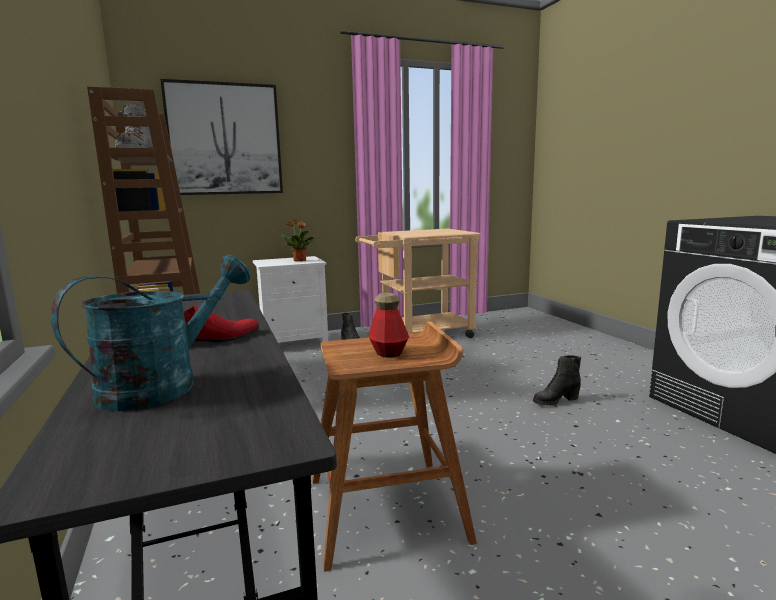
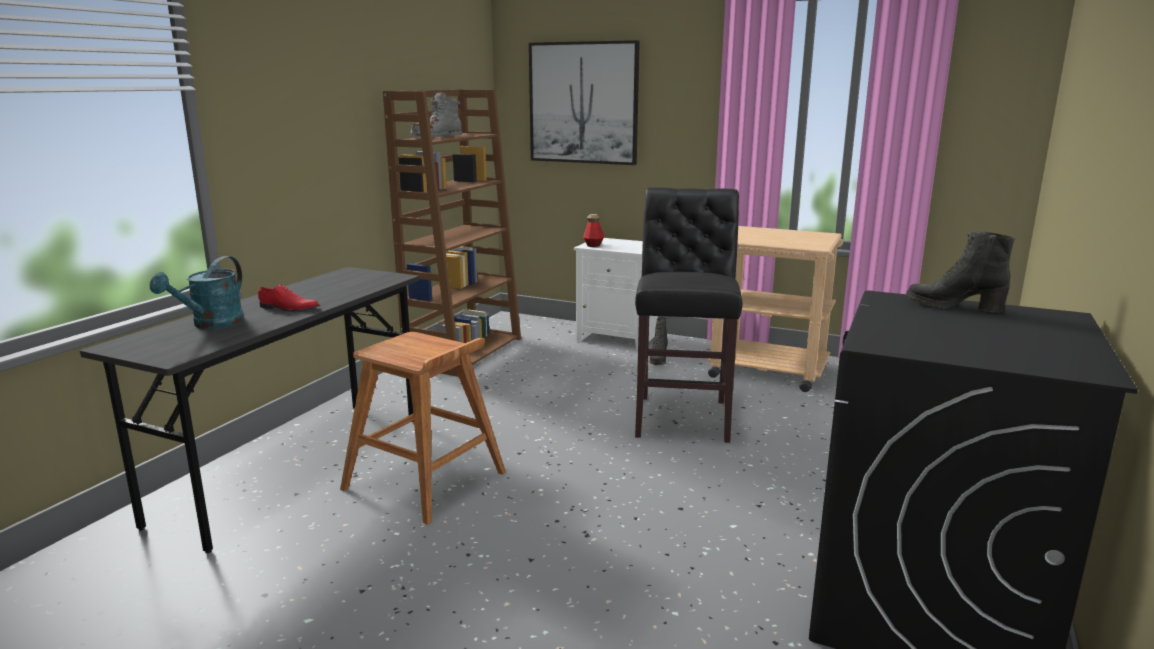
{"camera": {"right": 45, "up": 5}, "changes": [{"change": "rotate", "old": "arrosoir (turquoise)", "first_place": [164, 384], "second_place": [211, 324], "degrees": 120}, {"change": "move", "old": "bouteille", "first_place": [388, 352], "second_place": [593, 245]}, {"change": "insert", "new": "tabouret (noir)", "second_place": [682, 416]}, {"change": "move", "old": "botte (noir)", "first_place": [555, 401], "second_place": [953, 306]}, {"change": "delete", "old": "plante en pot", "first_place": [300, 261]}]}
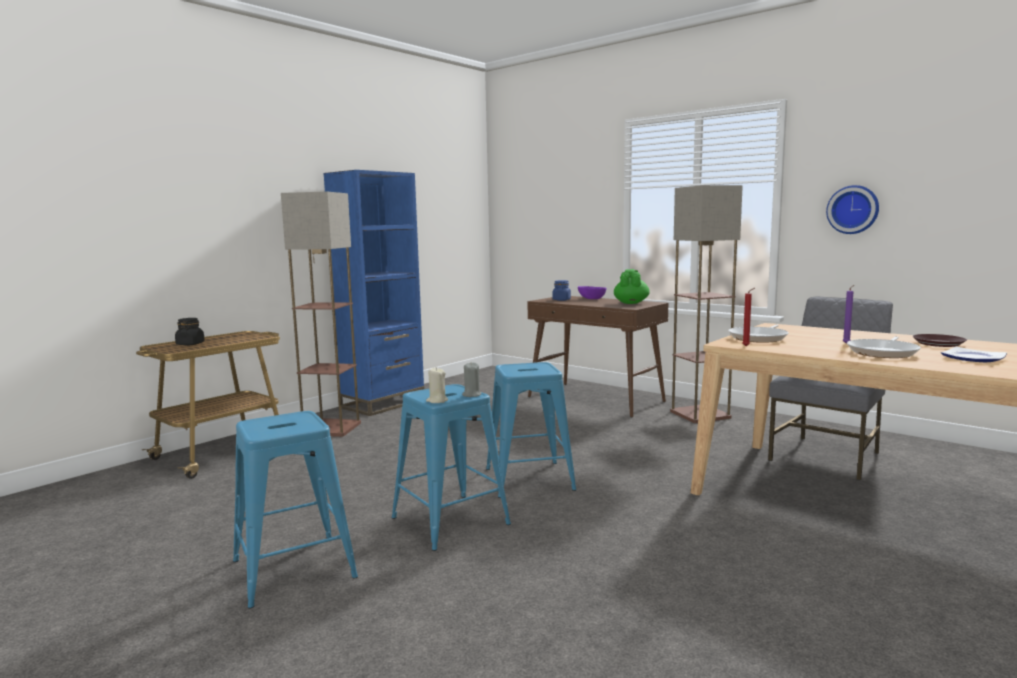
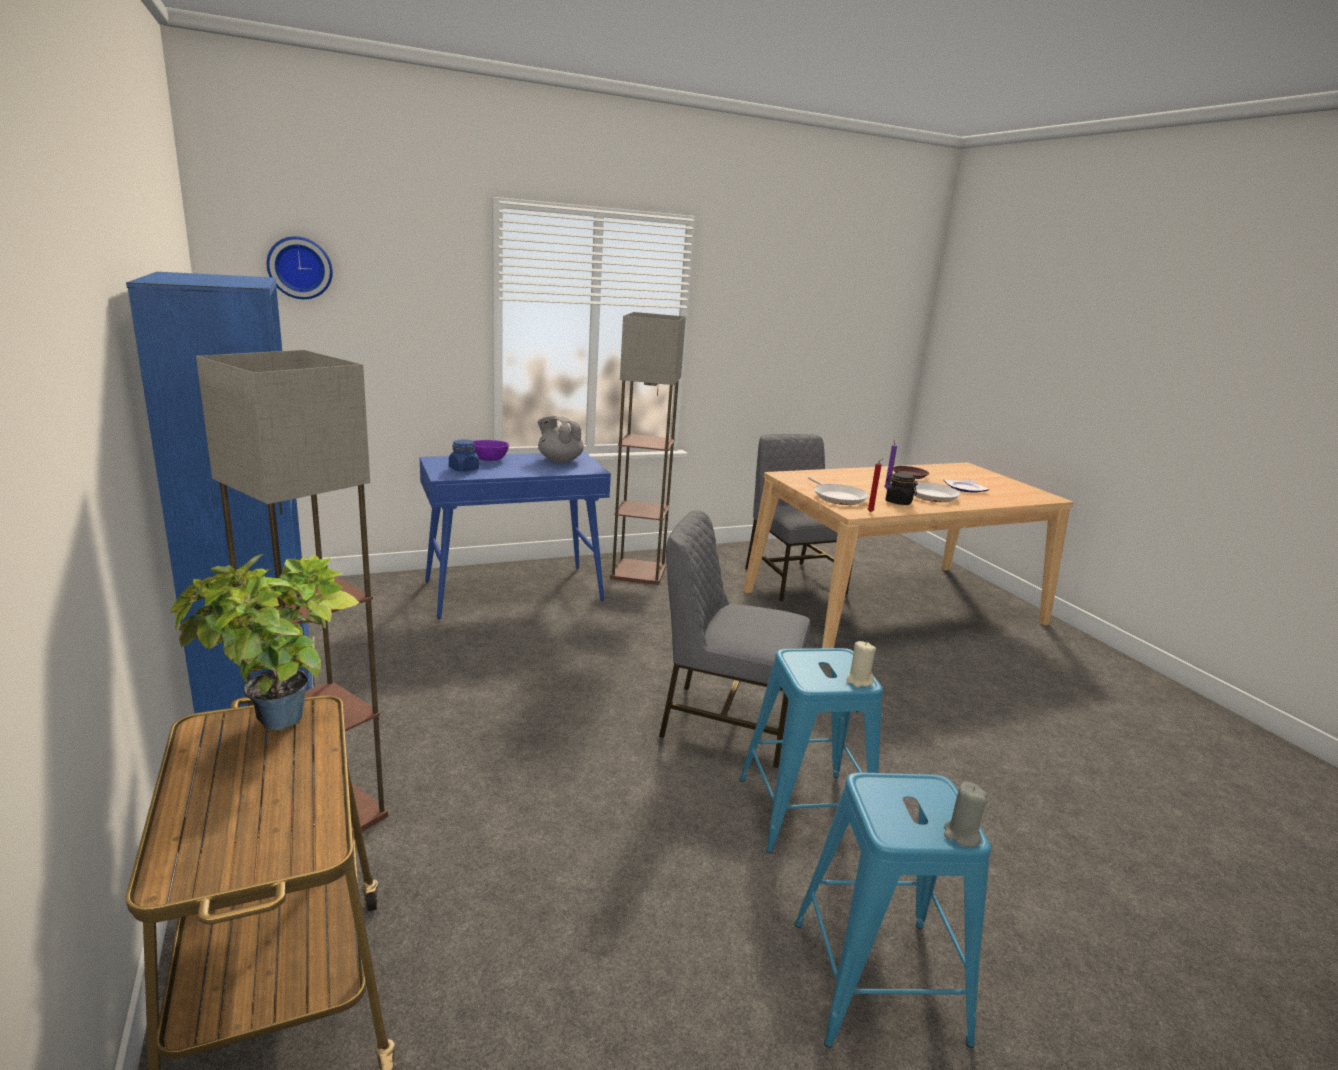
{"camera": {"right": -65, "up": 10}, "changes": [{"change": "insert", "new": "plante en pot", "second_place": [277, 726]}, {"change": "move", "old": "horloge murale", "first_place": [853, 209], "second_place": [300, 267]}, {"change": "recolor", "old": "table console (marron)", "new": "table console (bleu)", "first_place": [596, 399], "second_place": [515, 591]}, {"change": "recolor", "old": "théière (vert)", "new": "théière (gris)", "first_place": [631, 303], "second_place": [559, 460]}, {"change": "replace", "old": "tabouret (bleu)", "new": "chaise (gris)", "first_place": [529, 479], "second_place": [725, 722]}, {"change": "move", "old": "bocal (noir)", "first_place": [190, 344], "second_place": [898, 502]}, {"change": "move", "old": "bougie (gris)", "first_place": [471, 394], "second_place": [961, 835]}]}
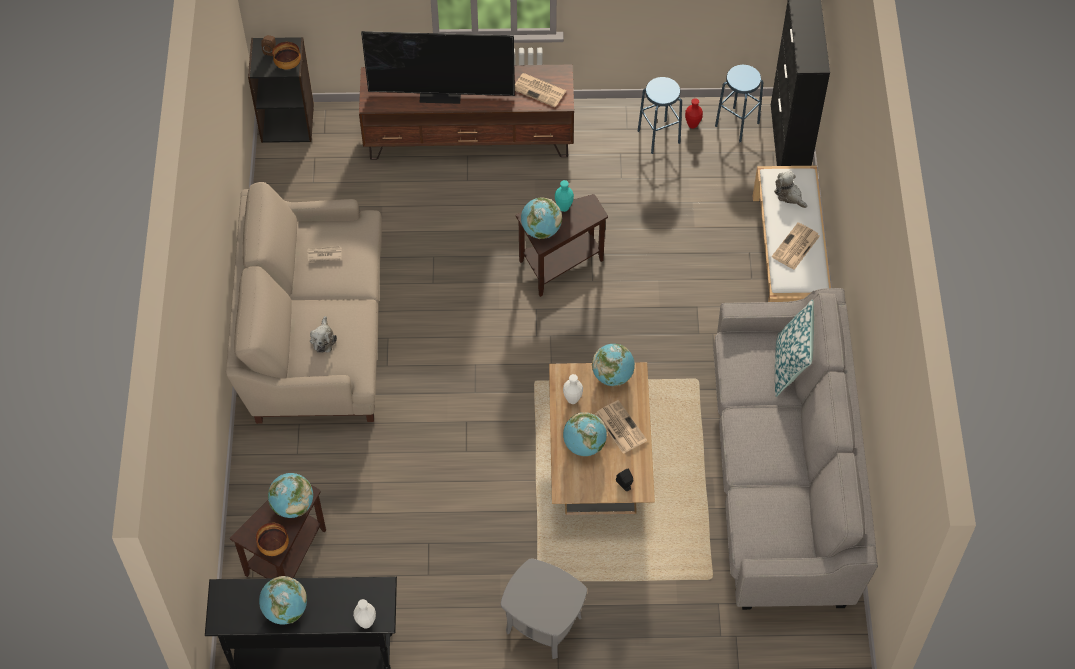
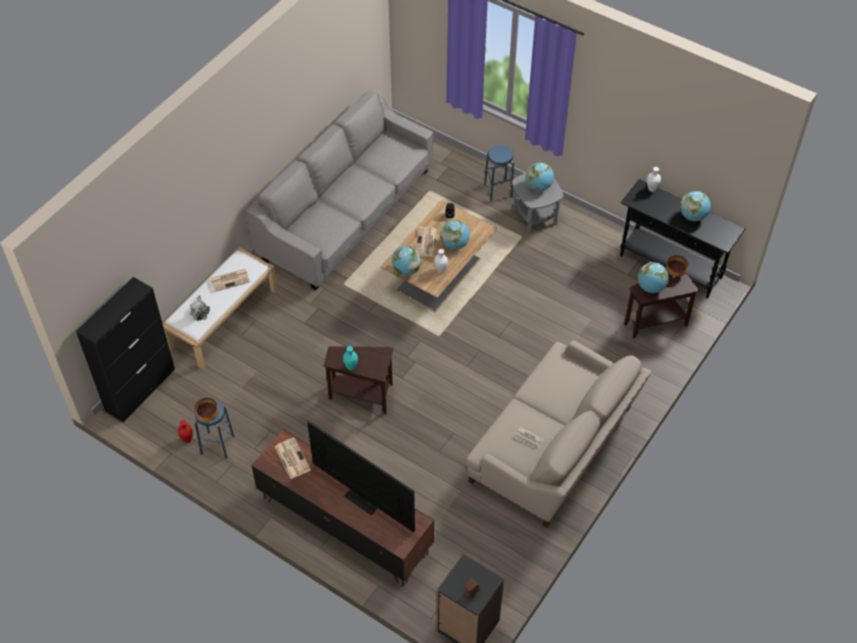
{"camera": {"right": -145, "up": -5}, "changes": [{"change": "move", "old": "bol", "first_place": [288, 65], "second_place": [208, 416]}, {"change": "move", "old": "tabouret (bleu)", "first_place": [737, 124], "second_place": [498, 191]}, {"change": "move", "old": "globe", "first_place": [541, 230], "second_place": [538, 186]}, {"change": "delete", "old": "peluche", "first_place": [323, 339]}, {"change": "delete", "old": "coussin", "first_place": [790, 366]}]}
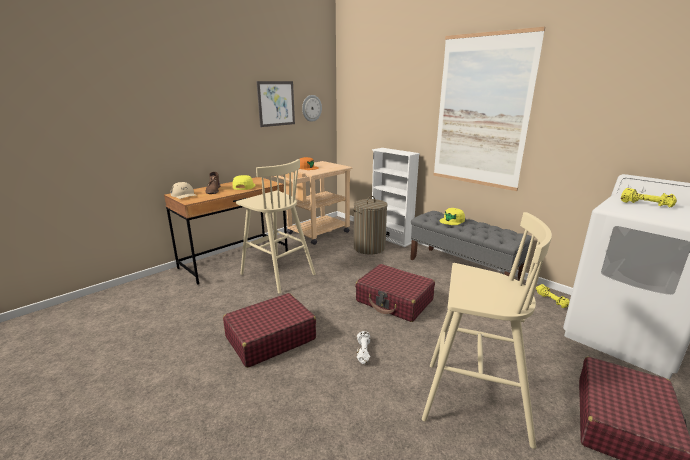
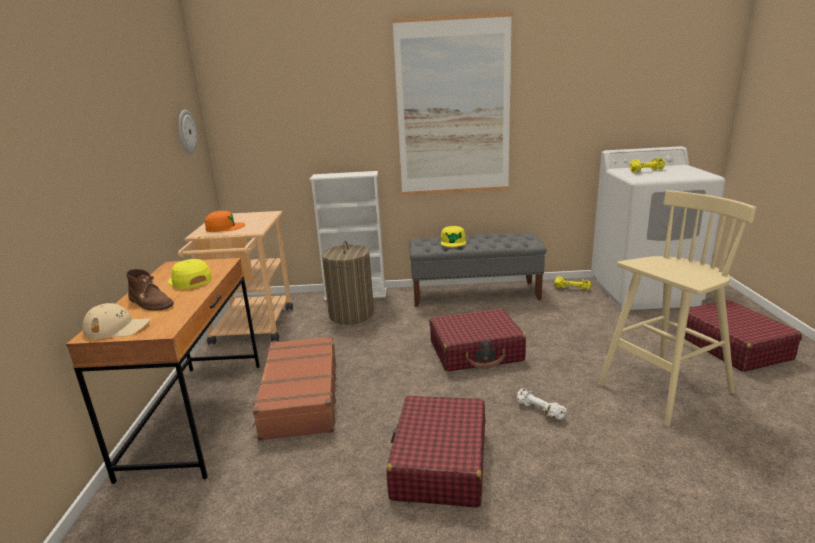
{"camera": {"right": -45, "up": 0}, "changes": [{"change": "replace", "old": "tabouret (beige)", "new": "valise (marron)", "first_place": [276, 274], "second_place": [300, 397]}, {"change": "delete", "old": "tableau", "first_place": [276, 103]}]}
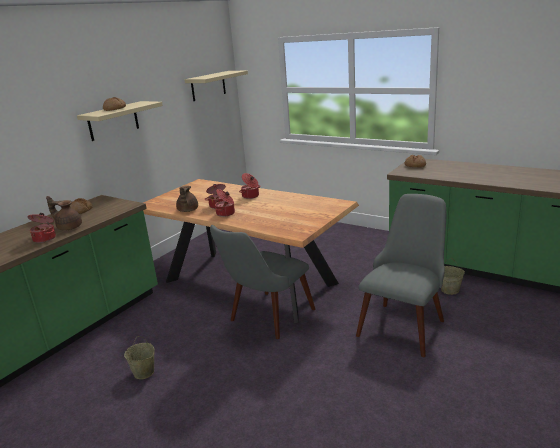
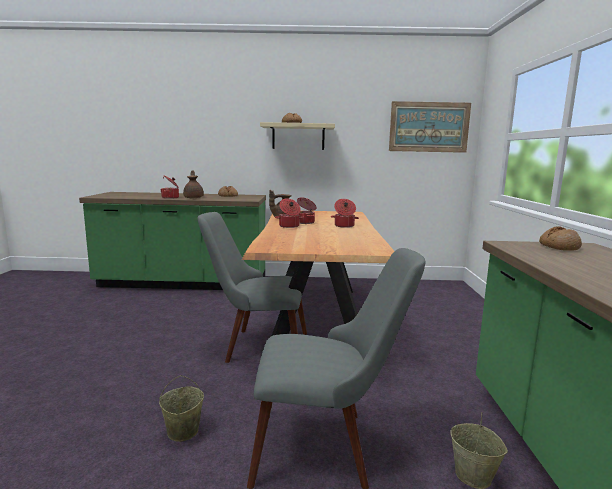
{"camera": {"right": 55, "up": -10}, "changes": [{"change": "move", "old": "seau (beige)", "first_place": [144, 372], "second_place": [183, 432]}, {"change": "replace", "old": "étagère (beige)", "new": "tableau", "first_place": [208, 86], "second_place": [429, 127]}]}
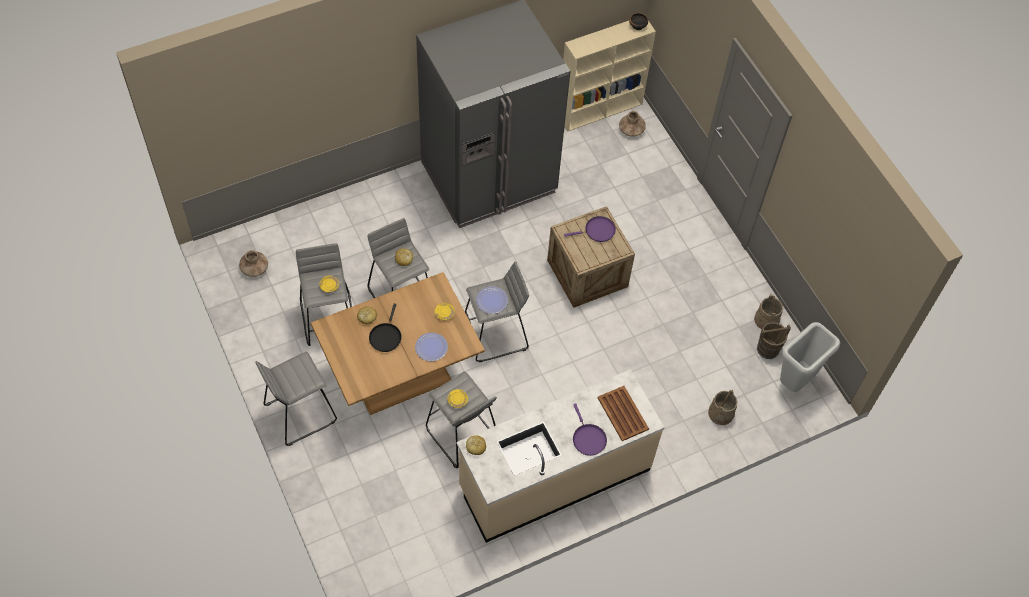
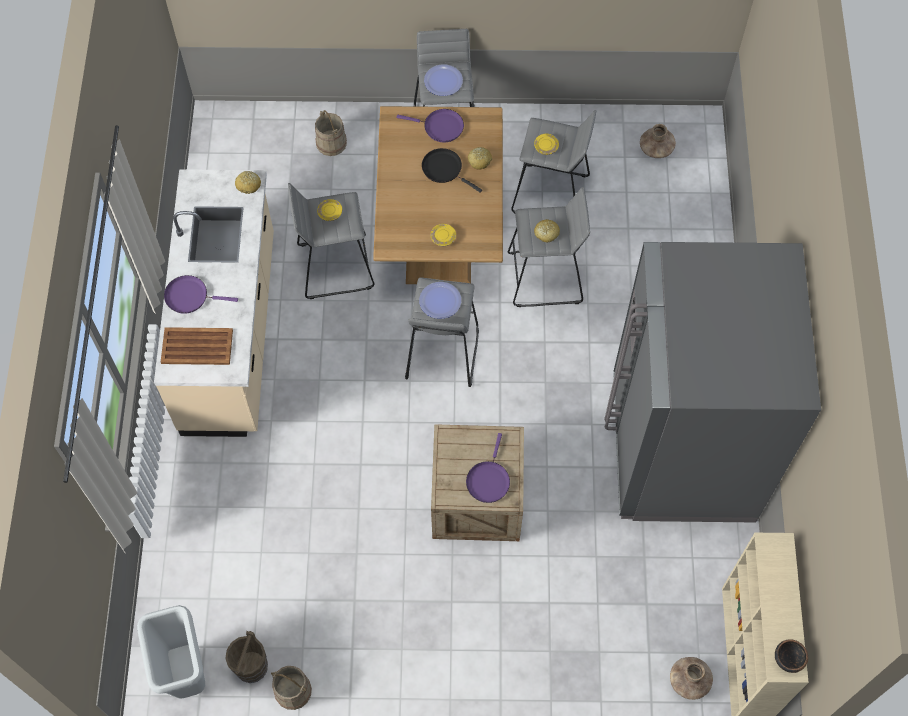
{"camera": {"right": 120, "up": 5}, "changes": [{"change": "move", "old": "seau (beige)", "first_place": [721, 413], "second_place": [331, 143]}, {"change": "insert", "new": "poêle (violet)", "second_place": [440, 127]}, {"change": "move", "old": "assiette", "first_place": [431, 347], "second_place": [443, 81]}]}
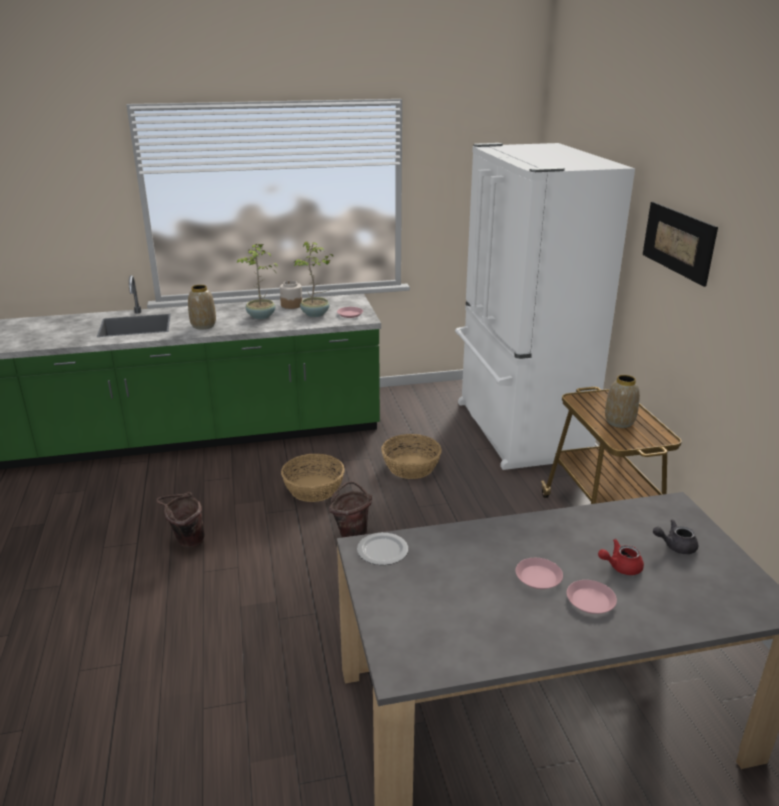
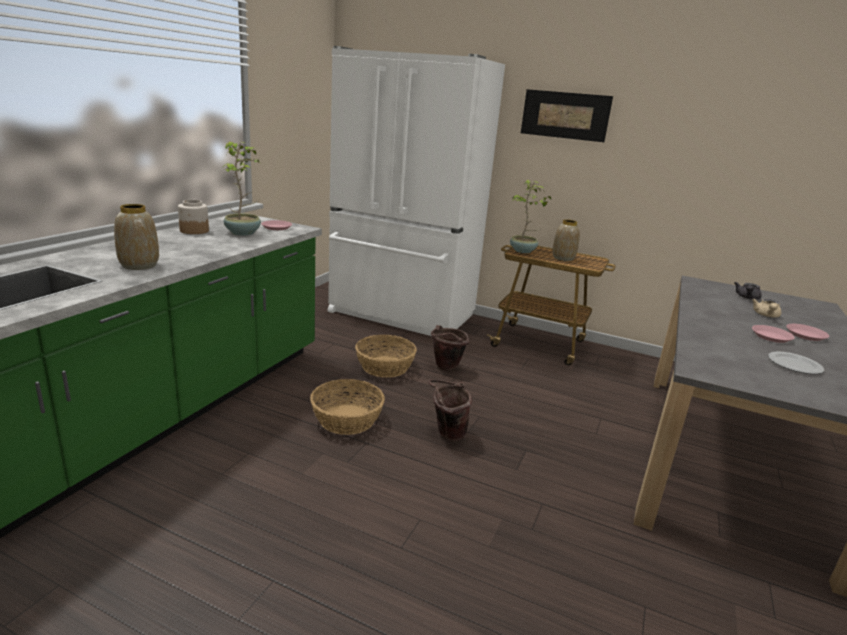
{"camera": {"right": -55, "up": -5}, "changes": [{"change": "move", "old": "seau (marron)", "first_place": [186, 542], "second_place": [445, 368]}, {"change": "move", "old": "plante en pot", "first_place": [261, 316], "second_place": [523, 251]}, {"change": "recolor", "old": "théière (rouge)", "new": "théière (beige)", "first_place": [620, 567], "second_place": [766, 315]}, {"change": "move", "old": "assiette", "first_place": [383, 550], "second_place": [793, 364]}]}
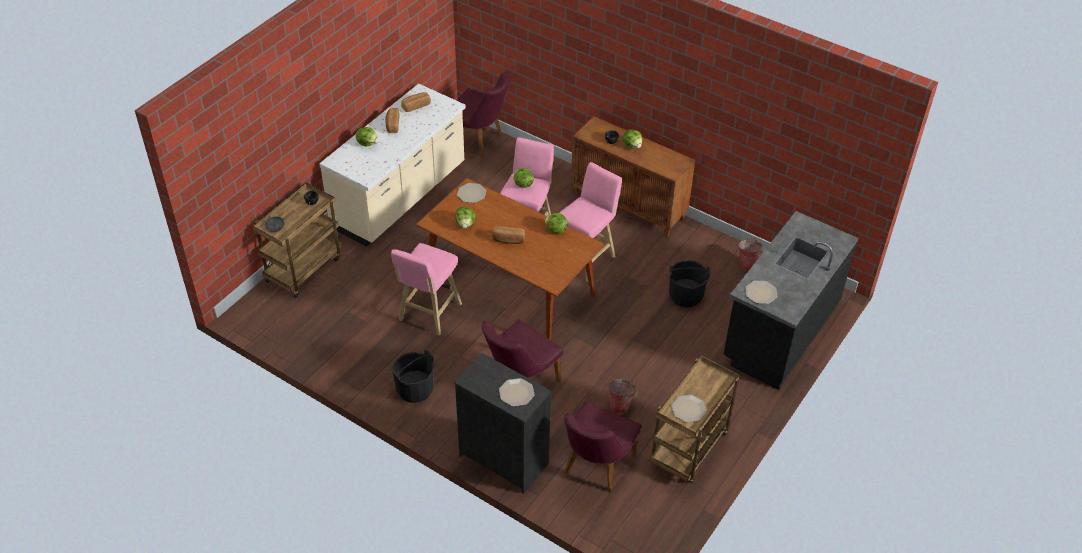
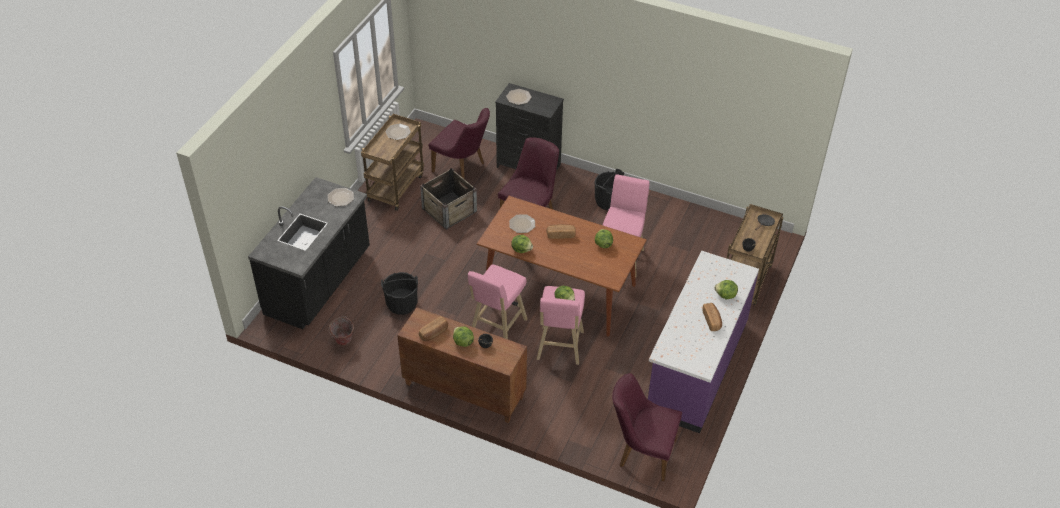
{"camera": {"right": 170, "up": 0}, "changes": [{"change": "move", "old": "pain", "first_place": [415, 106], "second_place": [434, 333]}, {"change": "replace", "old": "seau", "new": "caisse", "first_place": [621, 405], "second_place": [449, 210]}, {"change": "rotate", "old": "chaise (violet)", "first_place": [595, 468], "second_place": [462, 168], "degrees": 105}, {"change": "move", "old": "assiette", "first_place": [471, 193], "second_place": [522, 224]}, {"change": "recolor", "old": "comptoir de cuisine (beige)", "new": "comptoir de cuisine (violet)", "first_place": [400, 197], "second_place": [696, 367]}]}
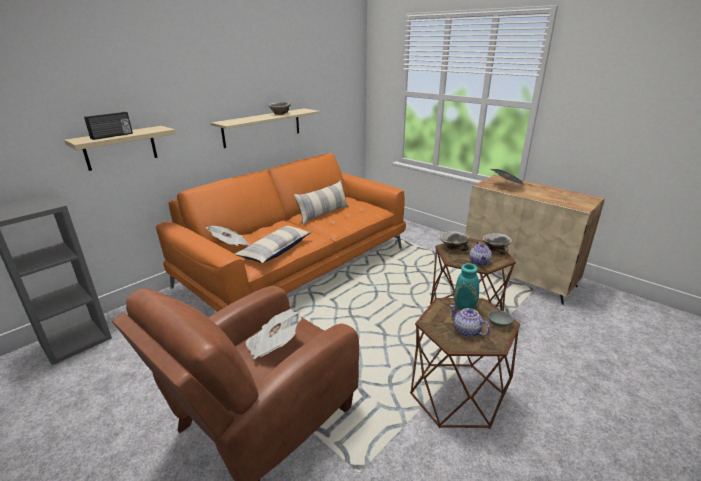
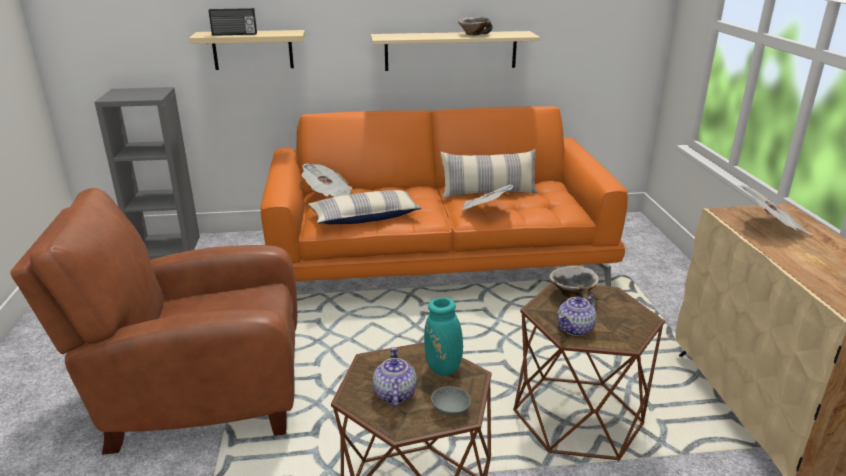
{"camera": {"right": 40, "up": 0}, "changes": [{"change": "move", "old": "journal", "first_place": [273, 345], "second_place": [485, 210]}, {"change": "delete", "old": "bol", "first_place": [495, 249]}]}
